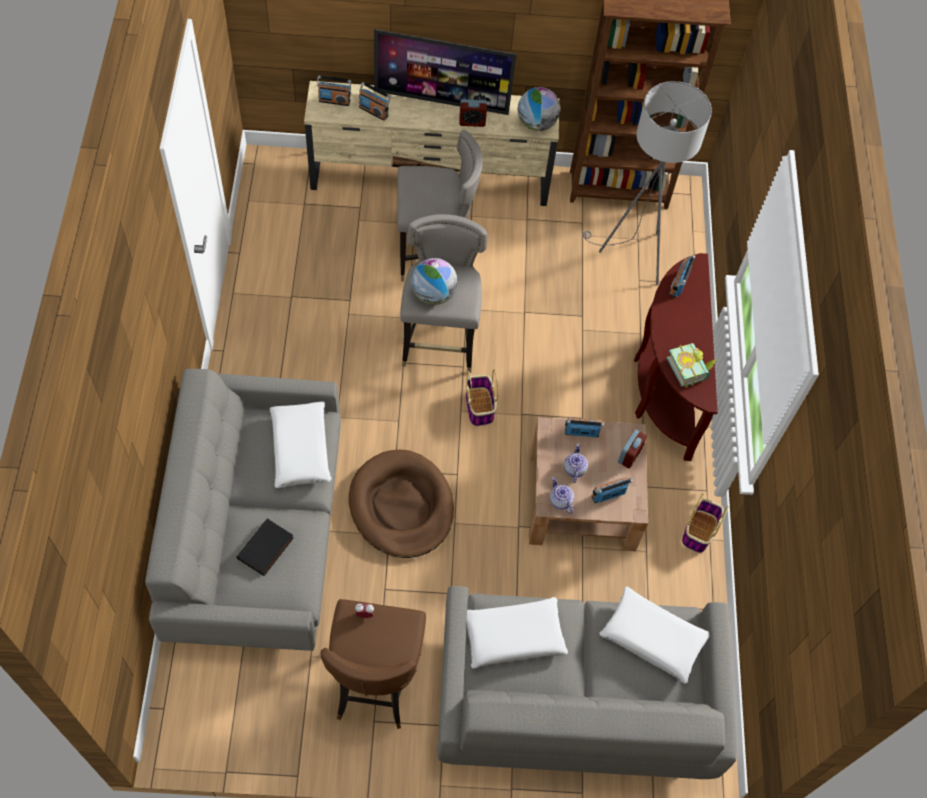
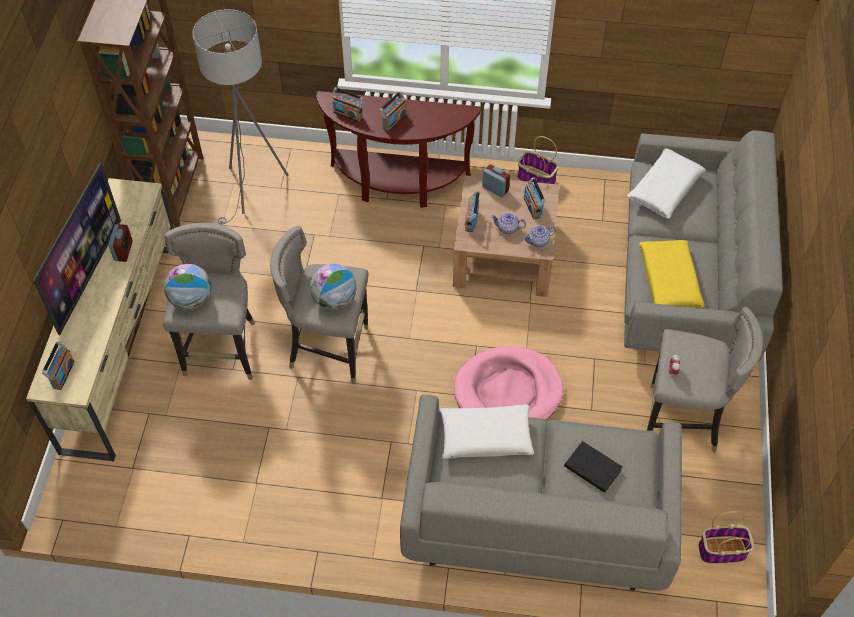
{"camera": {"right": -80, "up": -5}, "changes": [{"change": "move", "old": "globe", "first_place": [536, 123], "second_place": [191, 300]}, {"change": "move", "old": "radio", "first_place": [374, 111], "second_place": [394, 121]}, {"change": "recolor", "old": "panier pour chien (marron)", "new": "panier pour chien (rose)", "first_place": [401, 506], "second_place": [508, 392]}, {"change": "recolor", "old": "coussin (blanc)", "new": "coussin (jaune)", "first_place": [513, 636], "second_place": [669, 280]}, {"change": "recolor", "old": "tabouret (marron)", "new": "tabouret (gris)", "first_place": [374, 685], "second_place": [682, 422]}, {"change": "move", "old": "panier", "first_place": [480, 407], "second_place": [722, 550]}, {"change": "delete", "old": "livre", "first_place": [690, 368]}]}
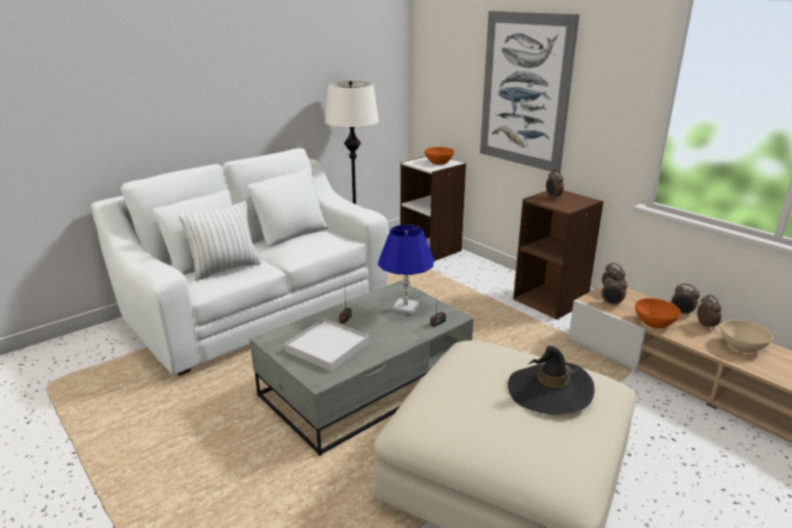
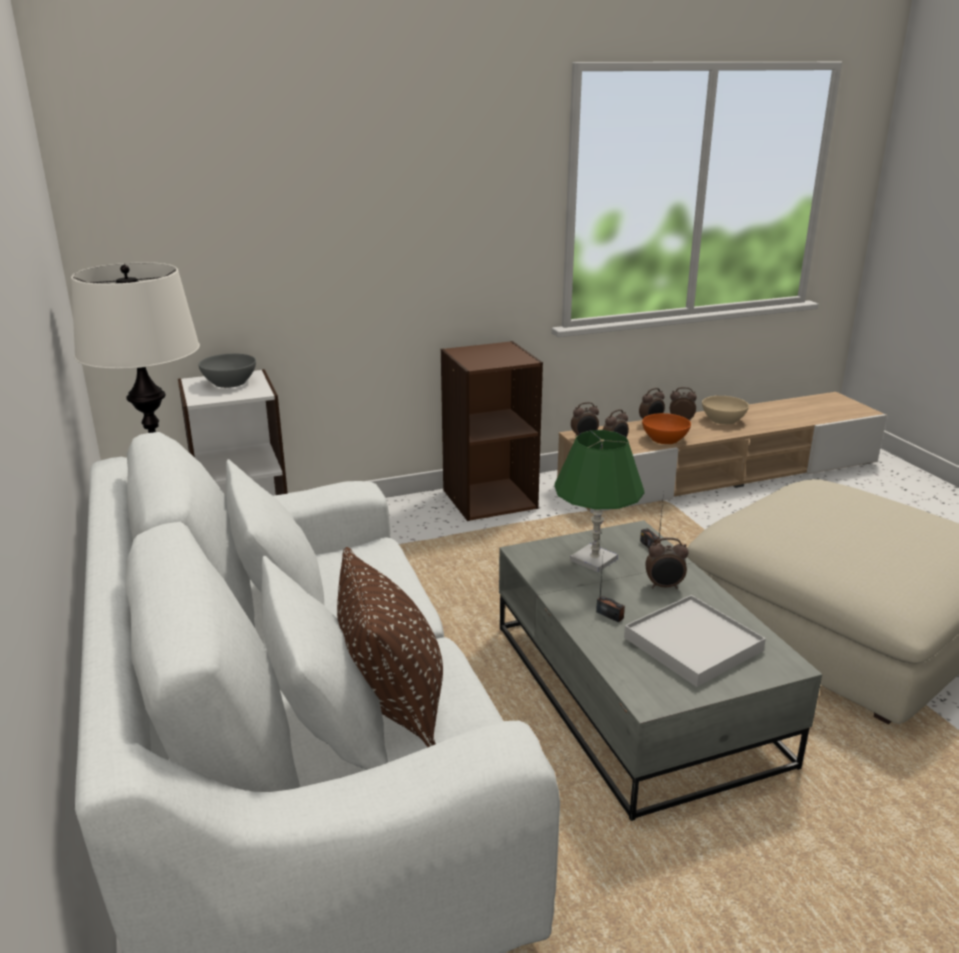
{"camera": {"right": -70, "up": 0}, "changes": [{"change": "recolor", "old": "bol (orange)", "new": "bol (gris)", "first_place": [439, 162], "second_place": [230, 382]}, {"change": "recolor", "old": "coussin (blanc)", "new": "coussin (marron)", "first_place": [225, 269], "second_place": [393, 702]}, {"change": "recolor", "old": "lampe de table (bleu)", "new": "lampe de table (vert)", "first_place": [405, 307], "second_place": [594, 560]}, {"change": "move", "old": "réveil", "first_place": [553, 197], "second_place": [664, 586]}, {"change": "delete", "old": "tableau", "first_place": [525, 91]}, {"change": "delete", "old": "chapeau (noir)", "first_place": [549, 391]}]}
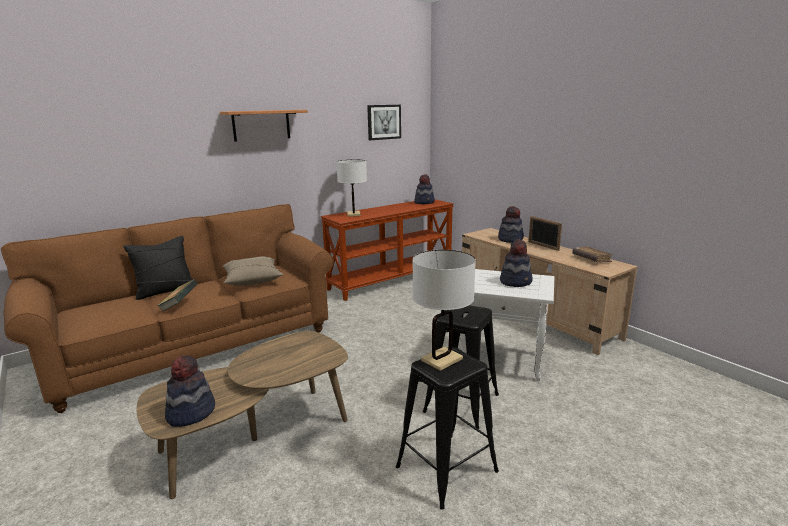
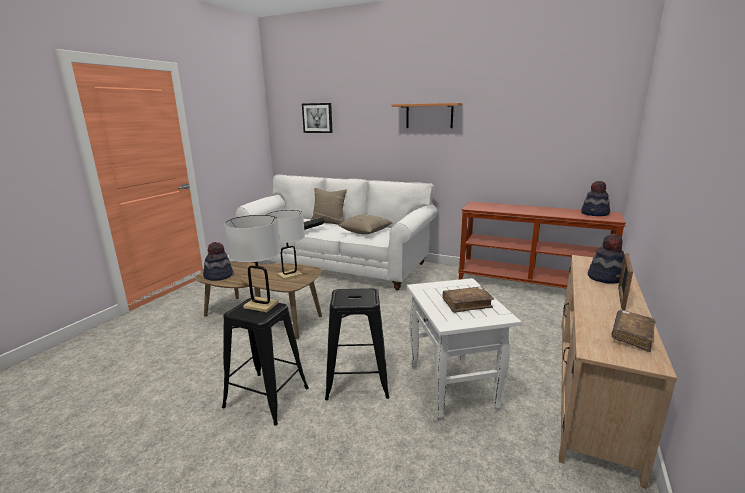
{"camera": {"right": 60, "up": 0}, "changes": [{"change": "recolor", "old": "canapé (marron)", "new": "canapé (blanc)", "first_place": [195, 346], "second_place": [338, 265]}, {"change": "move", "old": "lampe de table (blanc)", "first_place": [353, 214], "second_place": [290, 275]}, {"change": "move", "old": "tableau", "first_place": [383, 122], "second_place": [317, 118]}, {"change": "recolor", "old": "coussin (noir)", "new": "coussin (beige)", "first_place": [165, 290], "second_place": [329, 222]}, {"change": "replace", "old": "chapeau", "new": "livre (marron)", "first_place": [516, 282], "second_place": [467, 304]}]}
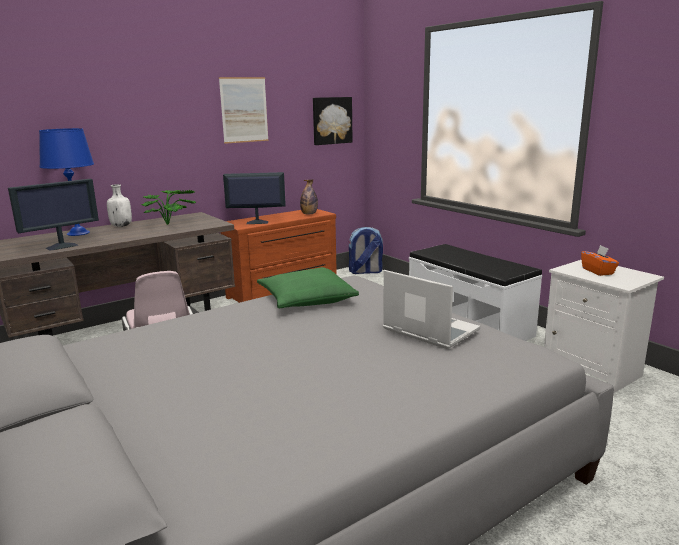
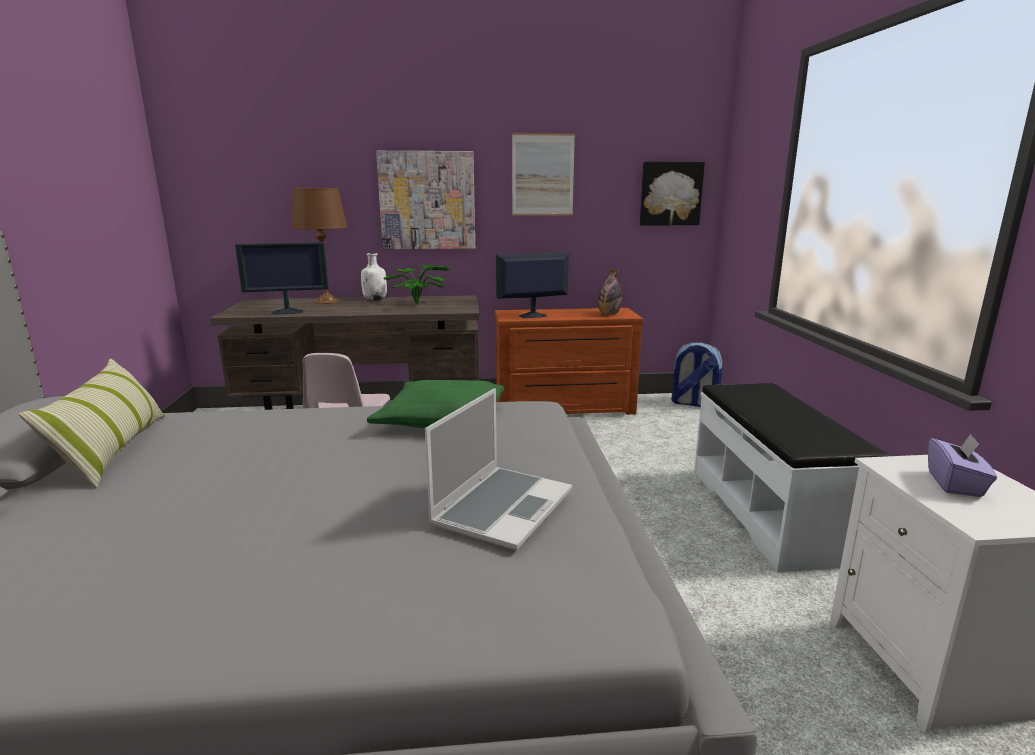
{"camera": {"right": 30, "up": 0}, "changes": [{"change": "insert", "new": "coussin", "second_place": [113, 449]}, {"change": "recolor", "old": "lampe de table (bleu)", "new": "lampe de table (marron)", "first_place": [78, 233], "second_place": [327, 301]}, {"change": "insert", "new": "tableau", "second_place": [427, 200]}, {"change": "rotate", "old": "ordinateur portable", "first_place": [428, 330], "second_place": [502, 507], "degrees": 45}, {"change": "rotate", "old": "écran d'ordinateur", "first_place": [256, 222], "second_place": [532, 316], "degrees": -45}, {"change": "recolor", "old": "boîte à mouchoirs (orange)", "new": "boîte à mouchoirs (violet)", "first_place": [598, 271], "second_place": [955, 484]}]}
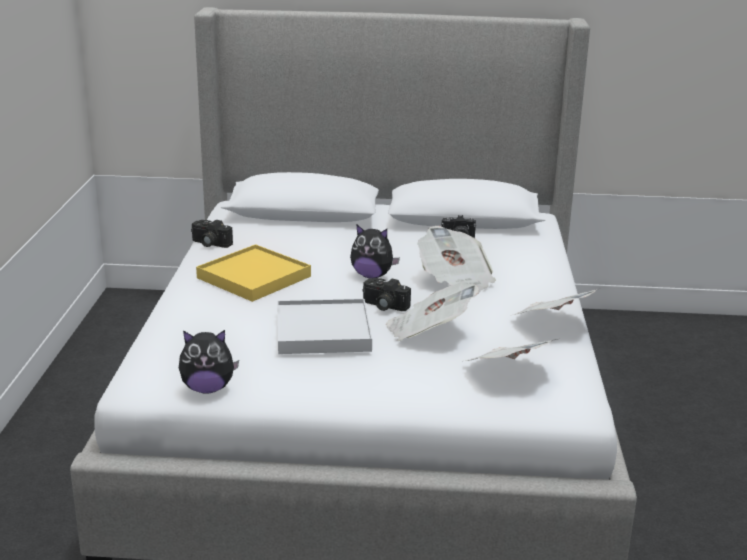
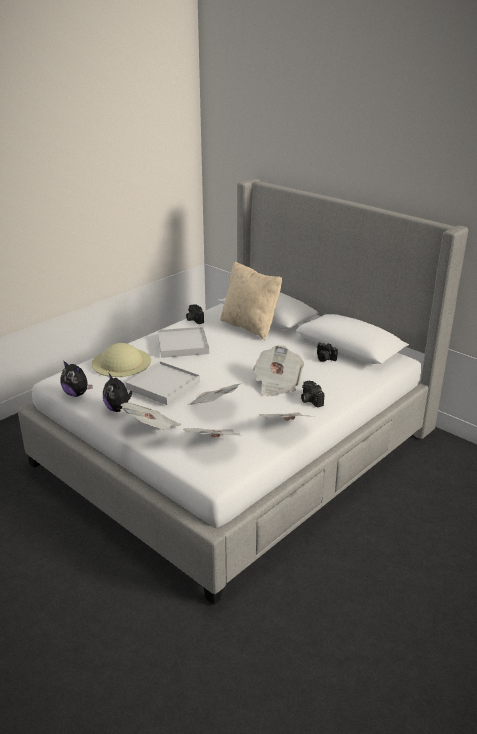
{"camera": {"right": 40, "up": 5}, "changes": [{"change": "insert", "new": "chapeau (beige)", "second_place": [121, 362]}, {"change": "move", "old": "peluche", "first_place": [372, 276], "second_place": [119, 409]}, {"change": "insert", "new": "journal", "second_place": [151, 429]}, {"change": "recolor", "old": "plateau (jaune)", "new": "plateau (blanc)", "first_place": [254, 277], "second_place": [183, 344]}, {"change": "insert", "new": "coussin (beige)", "second_place": [250, 326]}, {"change": "move", "old": "appareil photo", "first_place": [383, 306], "second_place": [309, 400]}]}
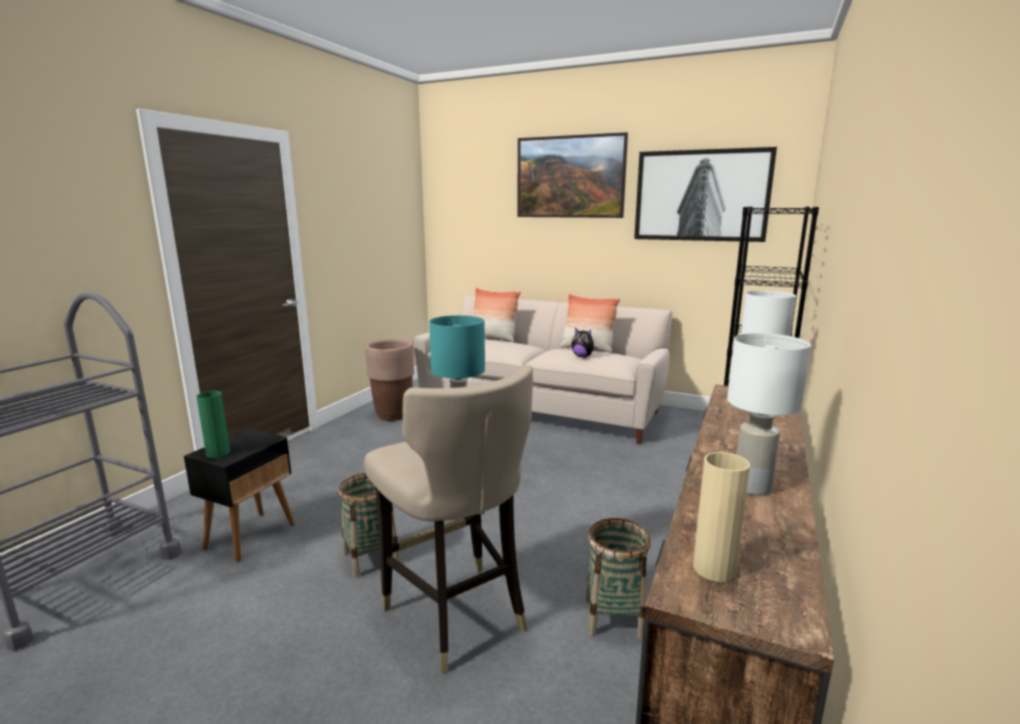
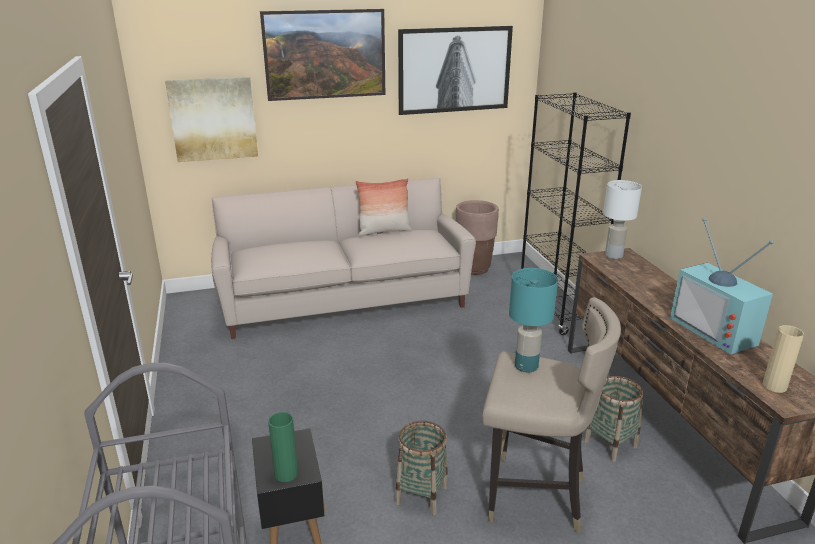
{"camera": {"right": -40, "up": 10}, "changes": [{"change": "insert", "new": "tableau", "second_place": [213, 119]}, {"change": "move", "old": "cache-pot (marron)", "first_place": [393, 415], "second_place": [474, 269]}, {"change": "replace", "old": "lampe de table (blanc)", "new": "téléviseur", "first_place": [753, 487], "second_place": [717, 331]}, {"change": "delete", "old": "coussin", "first_place": [493, 338]}, {"change": "delete", "old": "peluche", "first_place": [582, 356]}]}
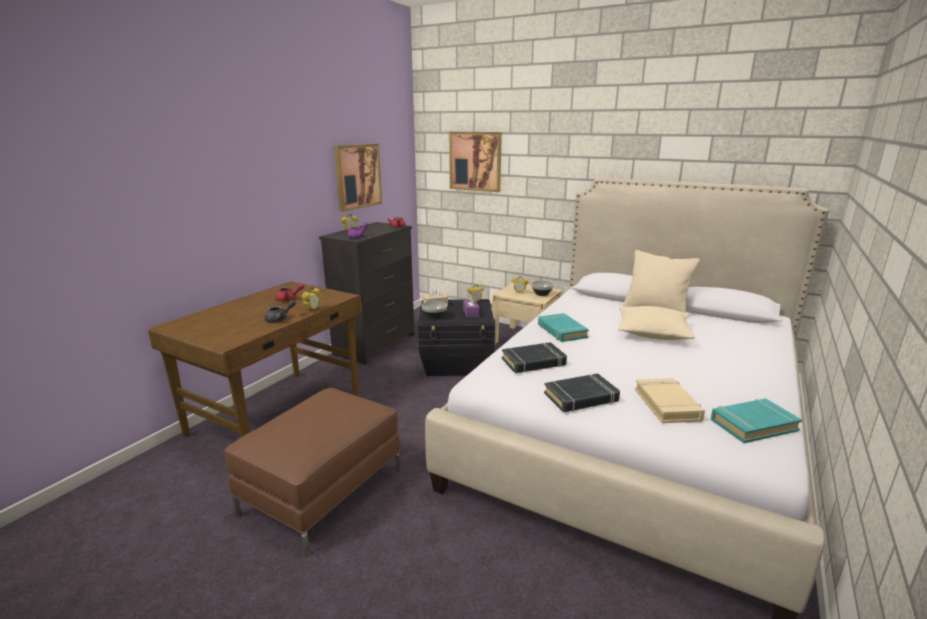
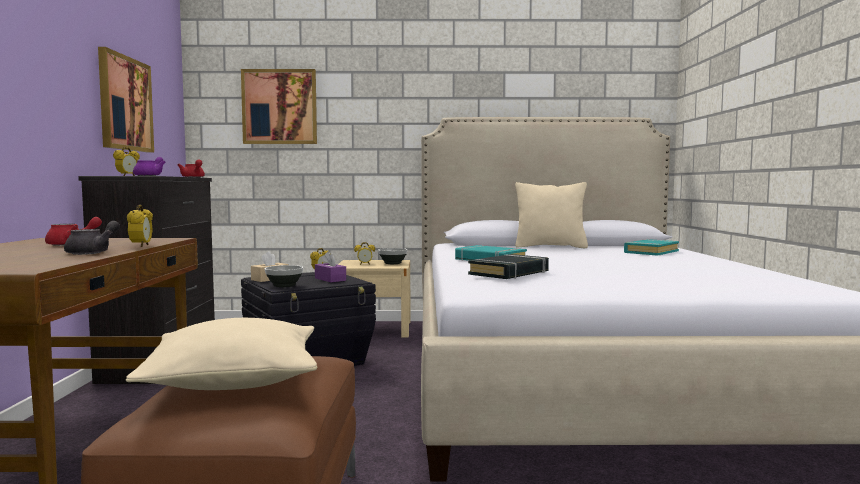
{"camera": {"right": -30, "up": -15}, "changes": [{"change": "move", "old": "coussin (beige)", "first_place": [653, 333], "second_place": [234, 379]}, {"change": "move", "old": "livre (turquoise)", "first_place": [753, 425], "second_place": [651, 252]}, {"change": "delete", "old": "livre (noir)", "first_place": [581, 397]}, {"change": "delete", "old": "livre (beige)", "first_place": [667, 405]}]}
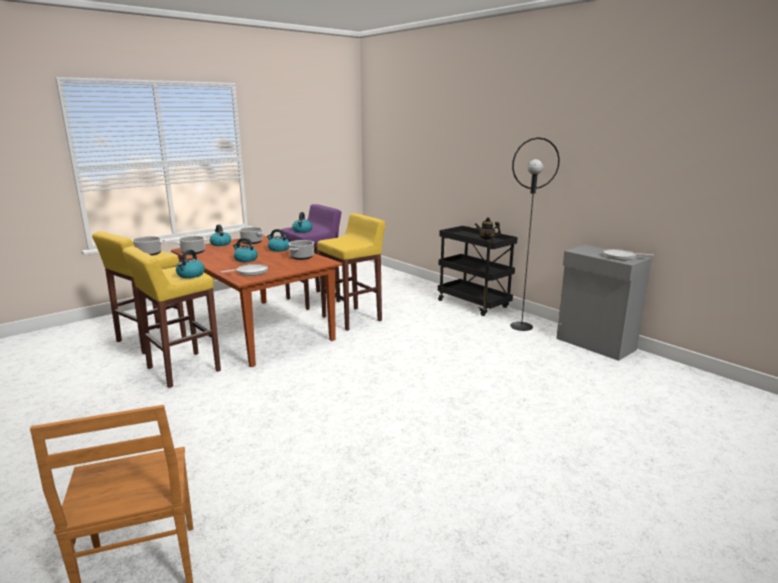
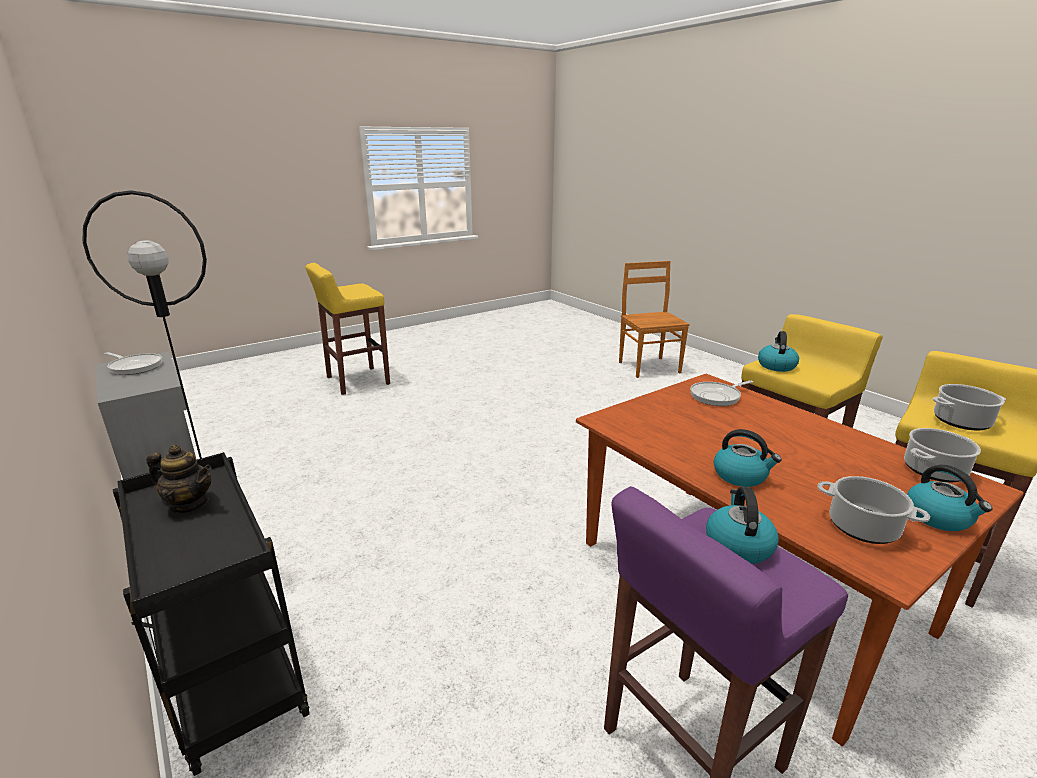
{"camera": {"right": -175, "up": 5}, "changes": [{"change": "move", "old": "tabouret (jaune)", "first_place": [352, 318], "second_place": [356, 381]}, {"change": "delete", "old": "bouilloire", "first_place": [245, 259]}, {"change": "delete", "old": "marmite", "first_place": [302, 257]}]}
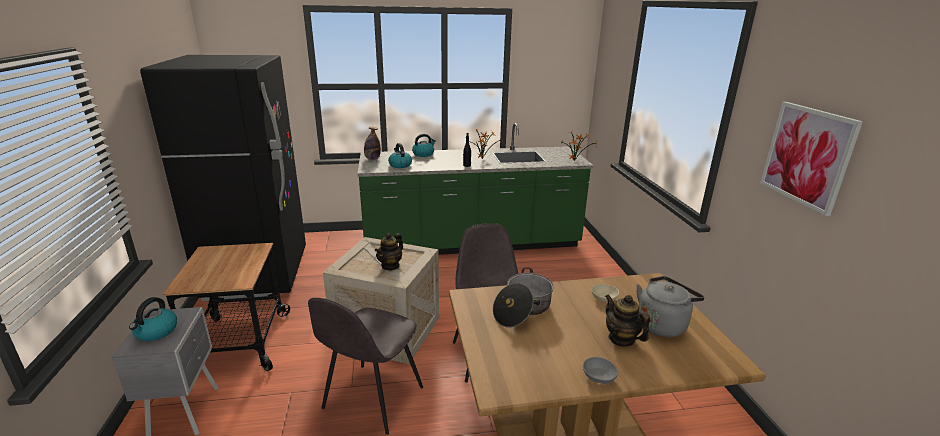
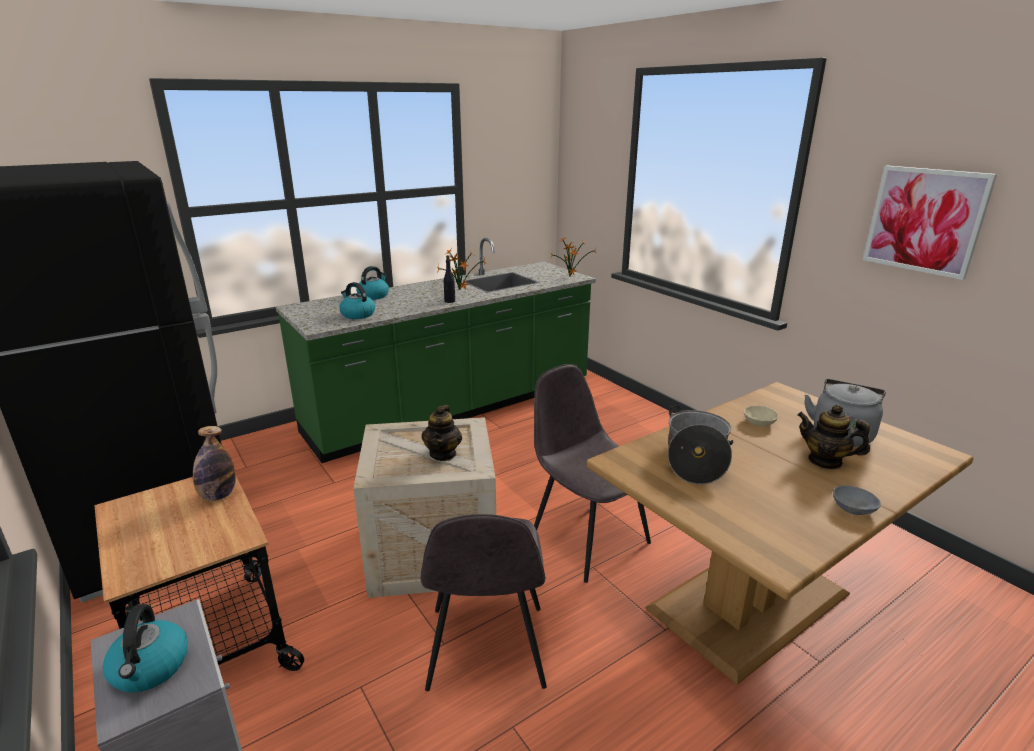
{"camera": {"right": -25, "up": 0}, "changes": [{"change": "move", "old": "bouteille", "first_place": [372, 159], "second_place": [218, 495]}]}
